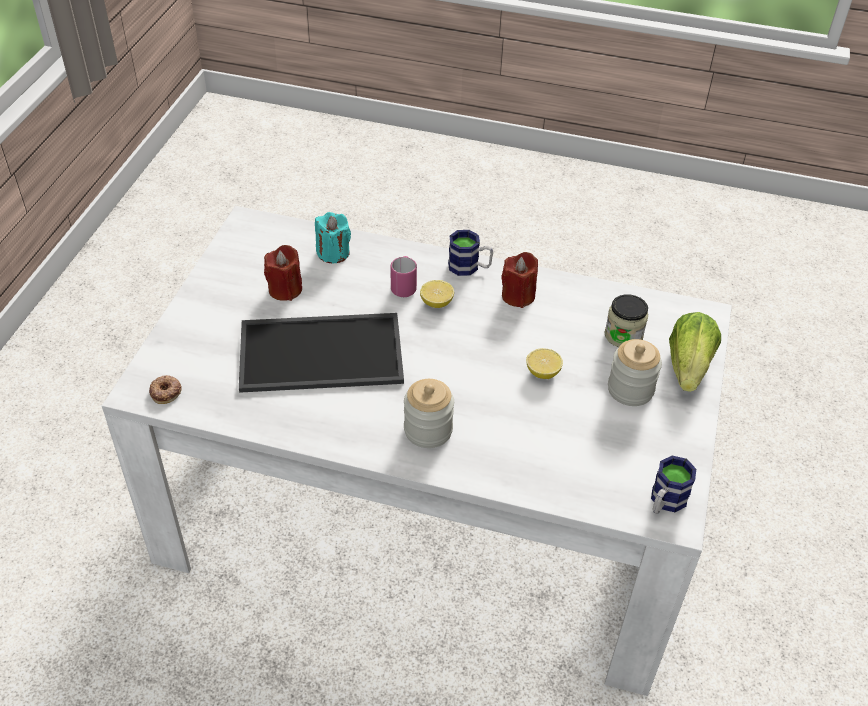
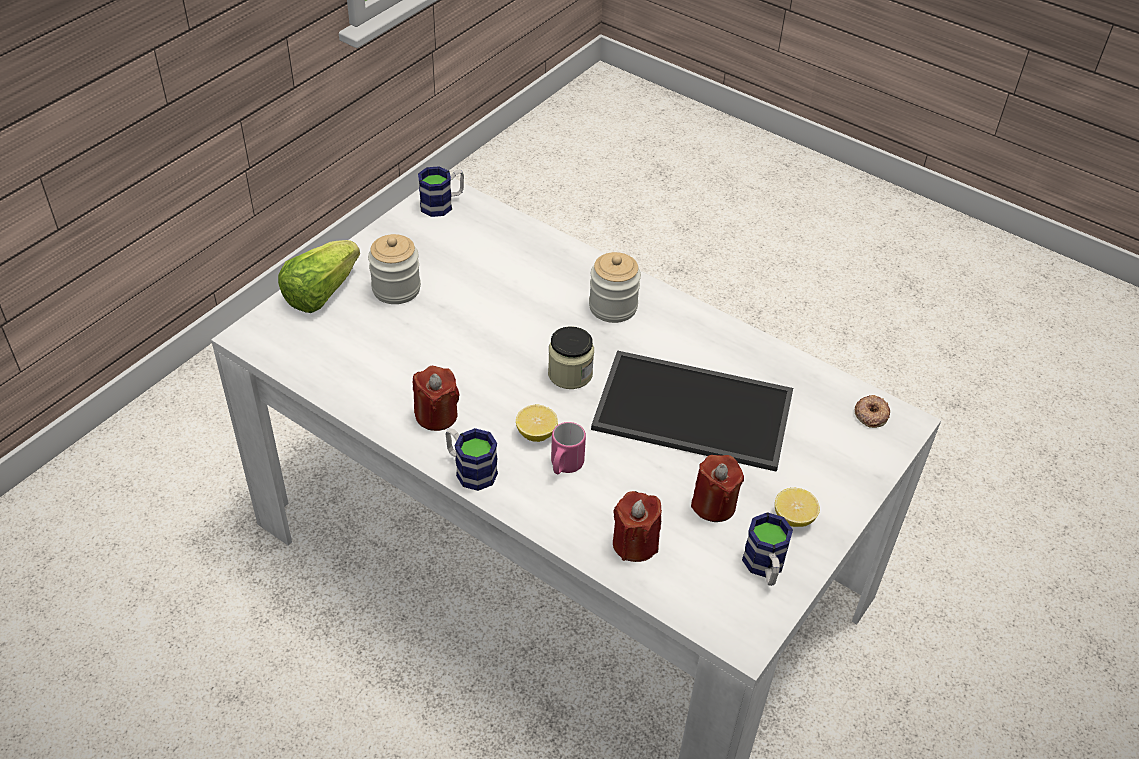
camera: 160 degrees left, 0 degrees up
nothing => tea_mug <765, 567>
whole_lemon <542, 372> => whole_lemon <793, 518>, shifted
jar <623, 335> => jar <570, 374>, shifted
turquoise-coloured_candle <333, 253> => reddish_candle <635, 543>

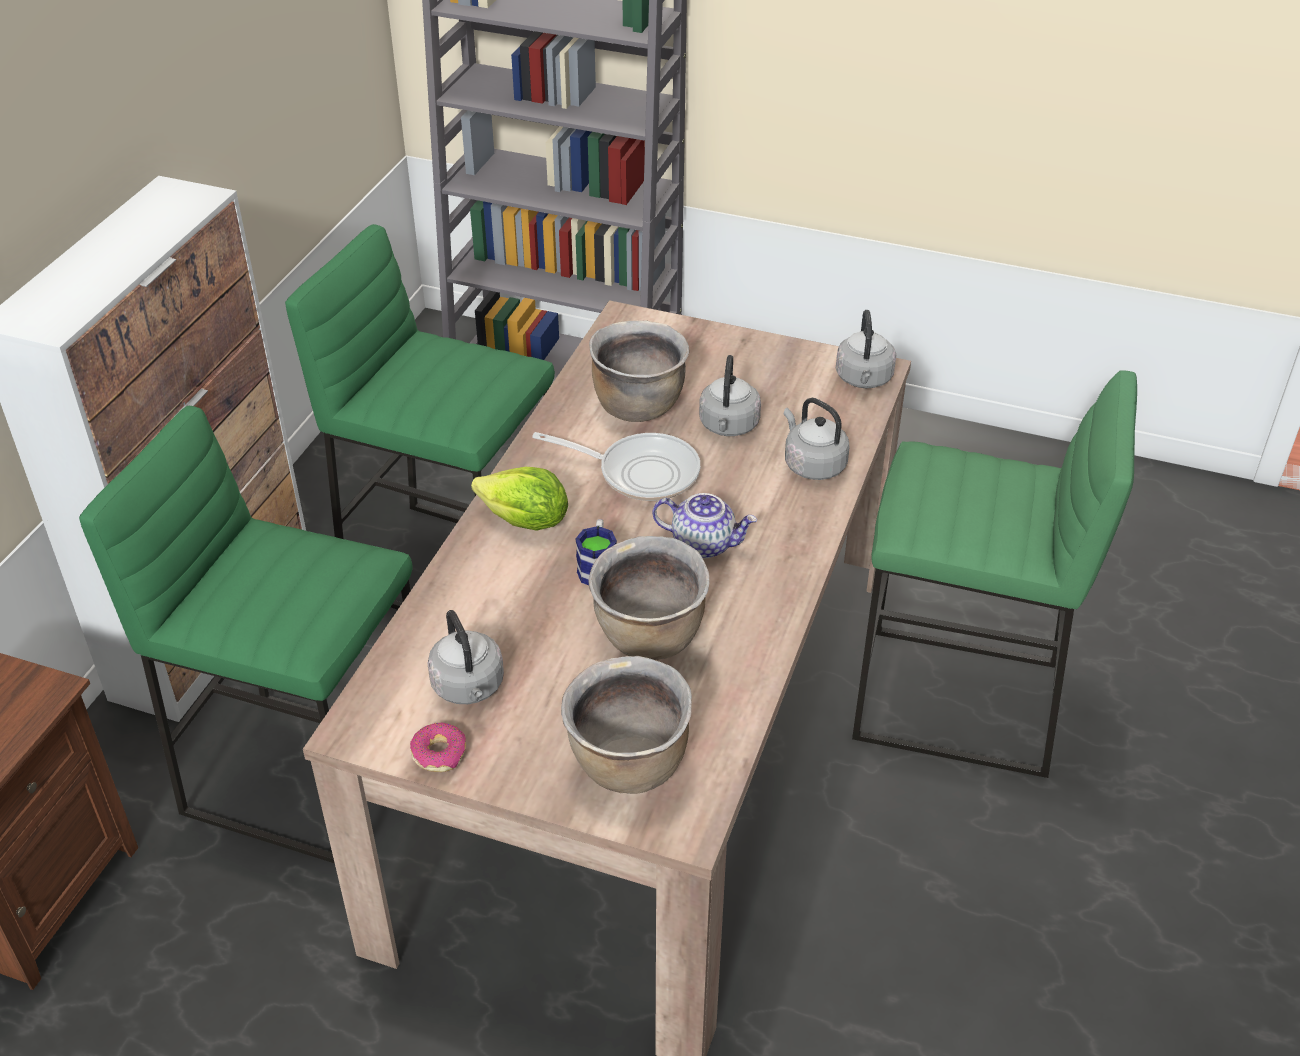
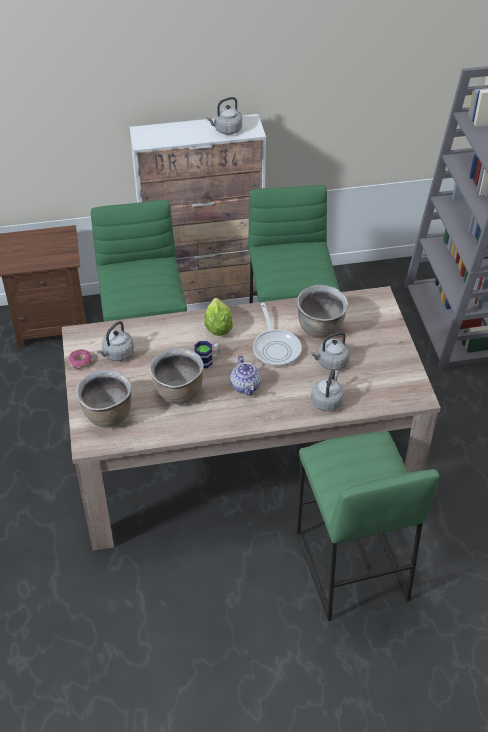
camera: 60 degrees right, 5 degrees up
grey_water_kettle <864, 379> => grey_water_kettle <226, 130>, shifted

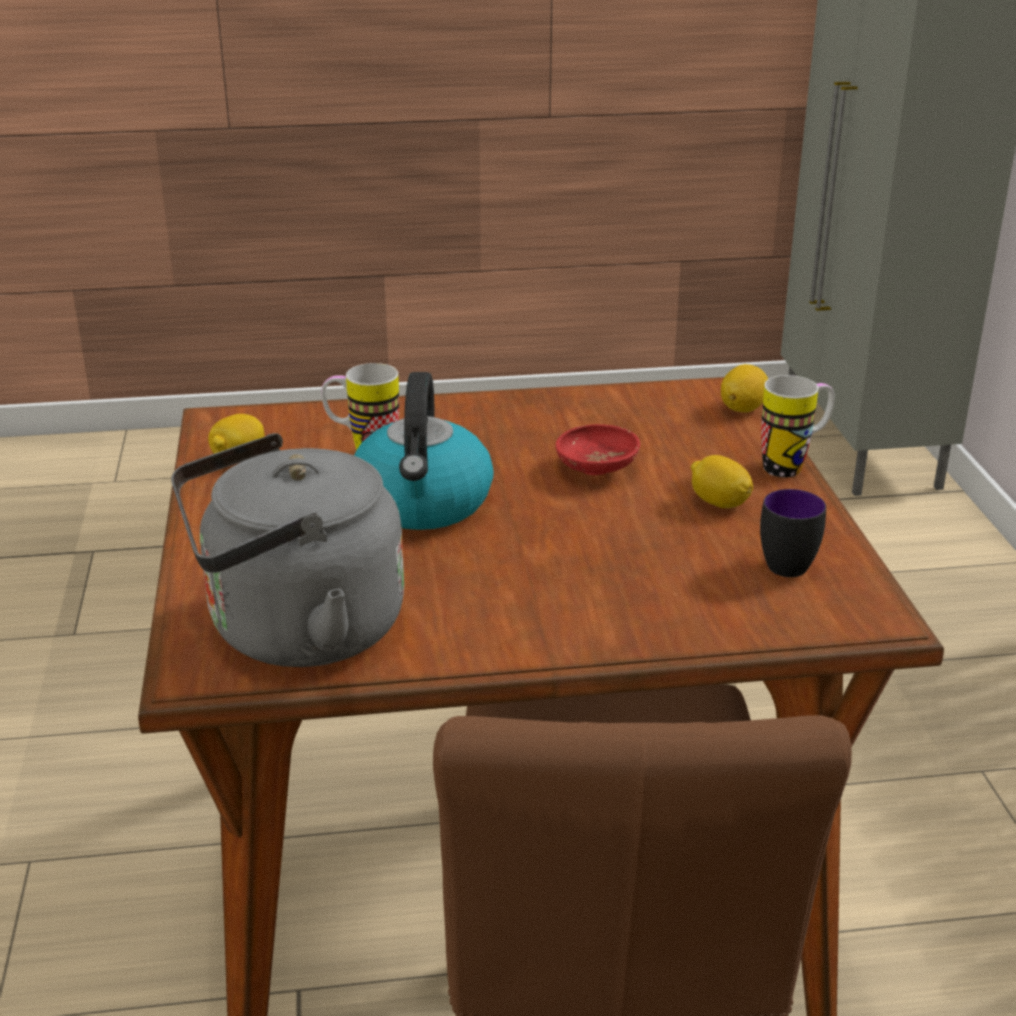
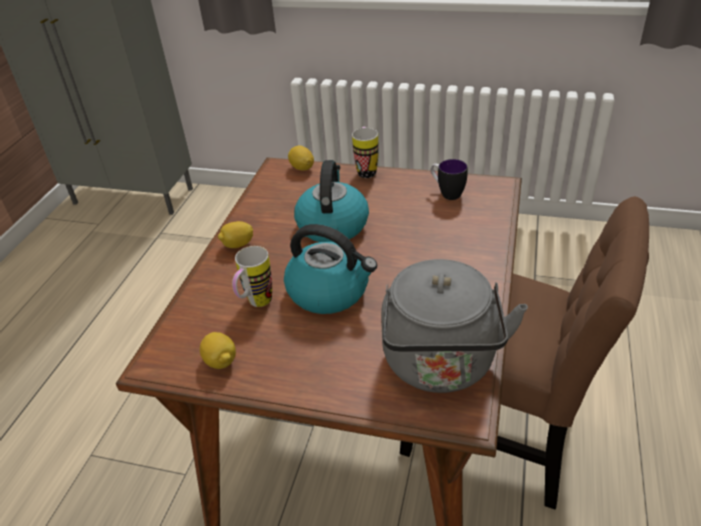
camera: 65 degrees left, 10 degrees up
whole_lemon <719, 503> => whole_lemon <238, 245>, shifted
reddish_serving_bowl <597, 470> => water_kettle <332, 225>

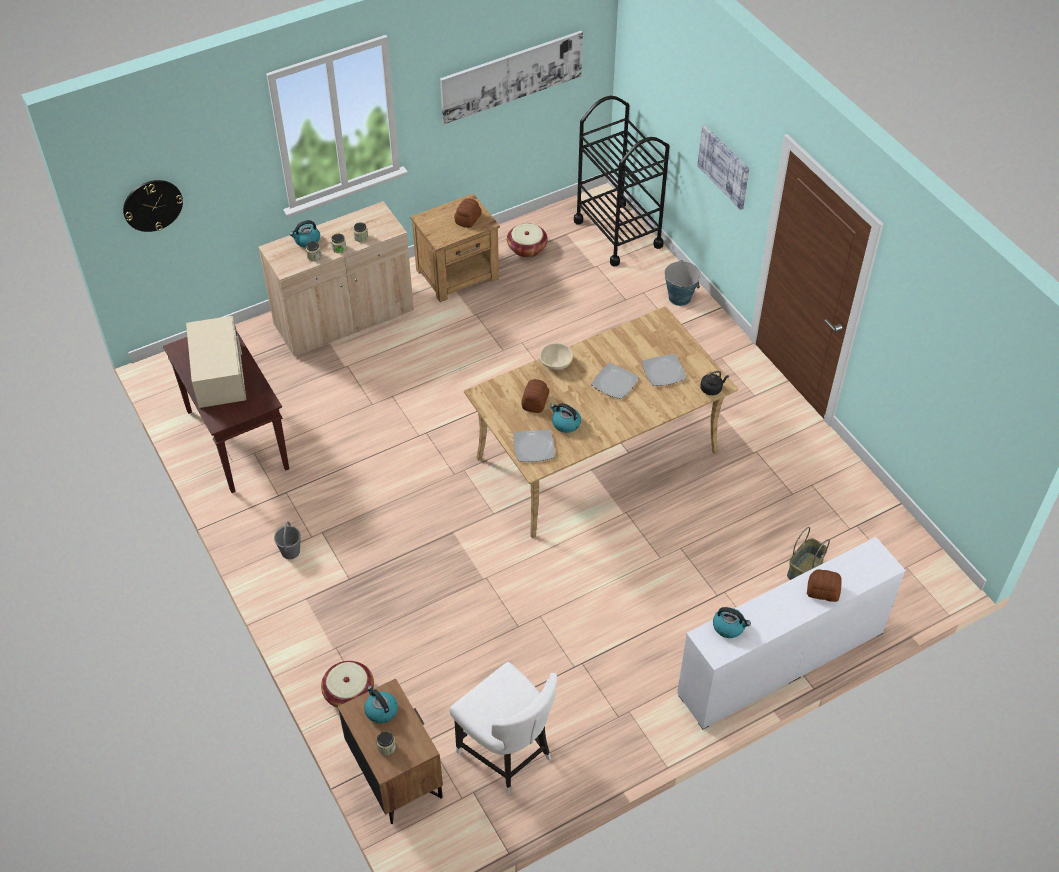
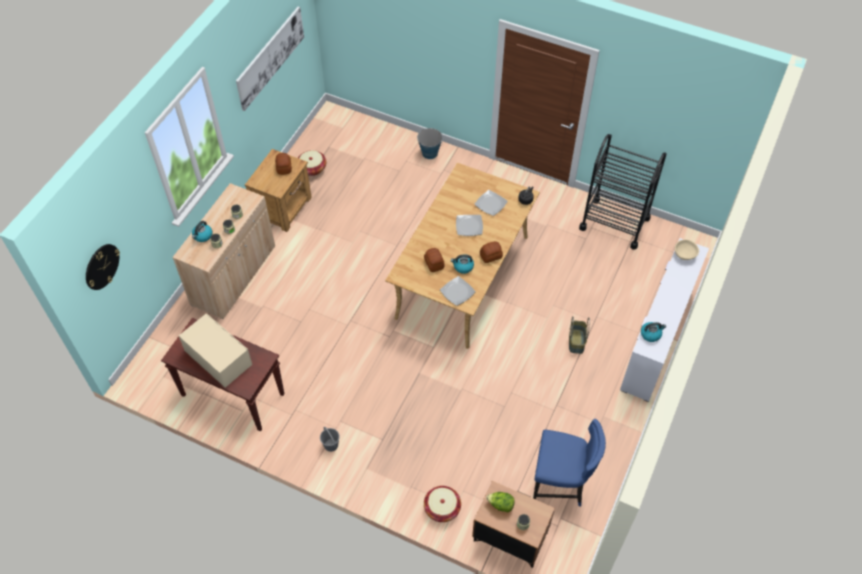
camera: 35 degrees left, 5 degrees up
wall_picture <724, 166> => nothing
sand-coloured_serving_bowl <555, 363> => sand-coloured_serving_bowl <684, 254>, shifted
black_cart <618, 233> => black_cart <614, 223>, shifted
household_basket <805, 569> => household_basket <577, 342>, shifted
baked_bread <822, 590> => baked_bread <490, 255>, shifted
water_kettle <381, 710> => head_of_lettuce <500, 505>
white_upright_chair <507, 754> => bluish_upright_chair <560, 484>

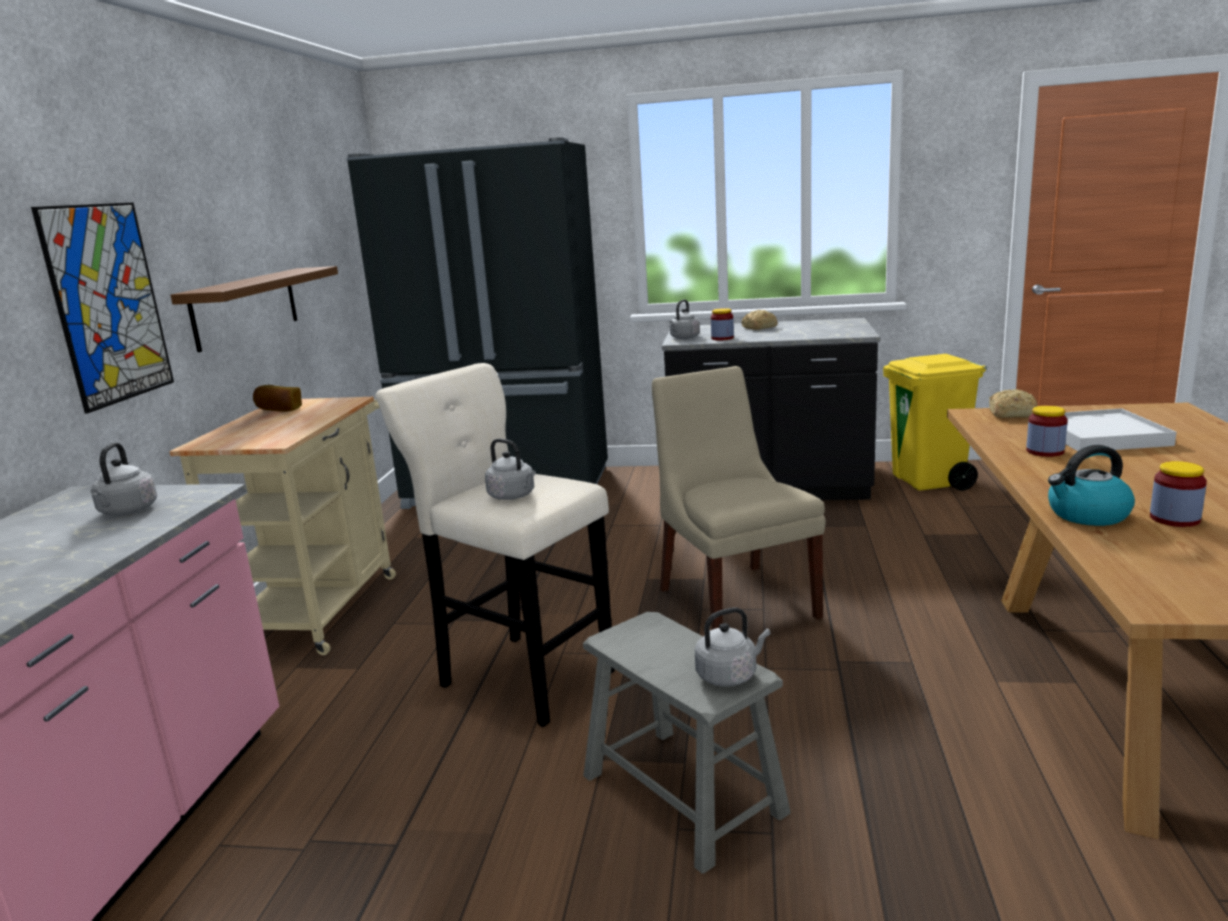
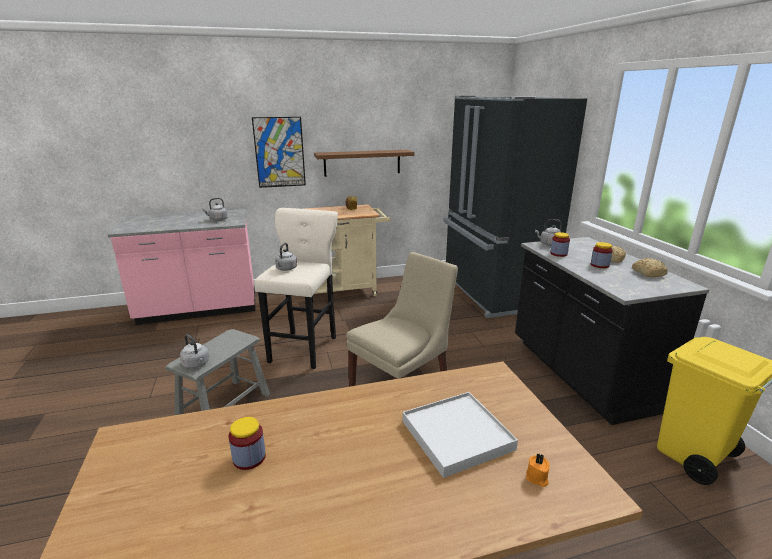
camera: 65 degrees right, 5 degrees up
water_kettle <1087, 515> => nothing
nothing => orange-coloured_candle <537, 478>
baked_bread <1010, 414> => baked_bread <648, 273>, shifted
jar <1045, 451> => jar <599, 265>, shifted

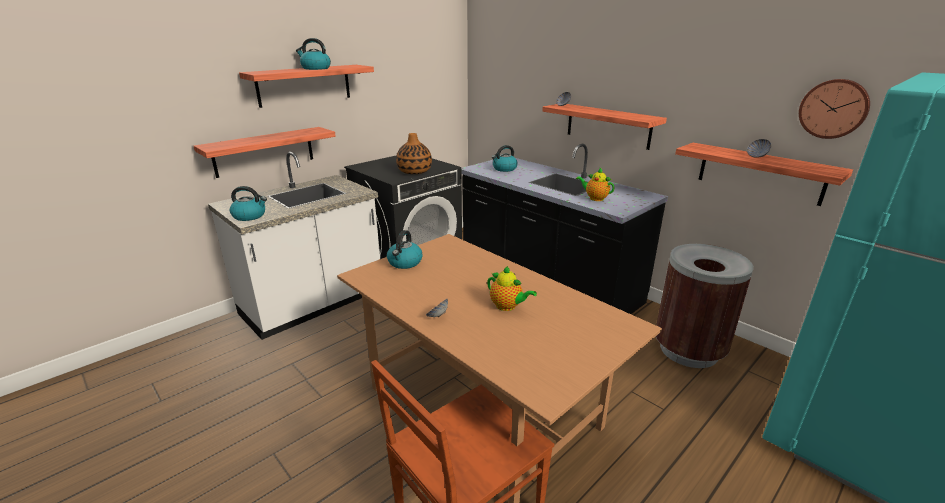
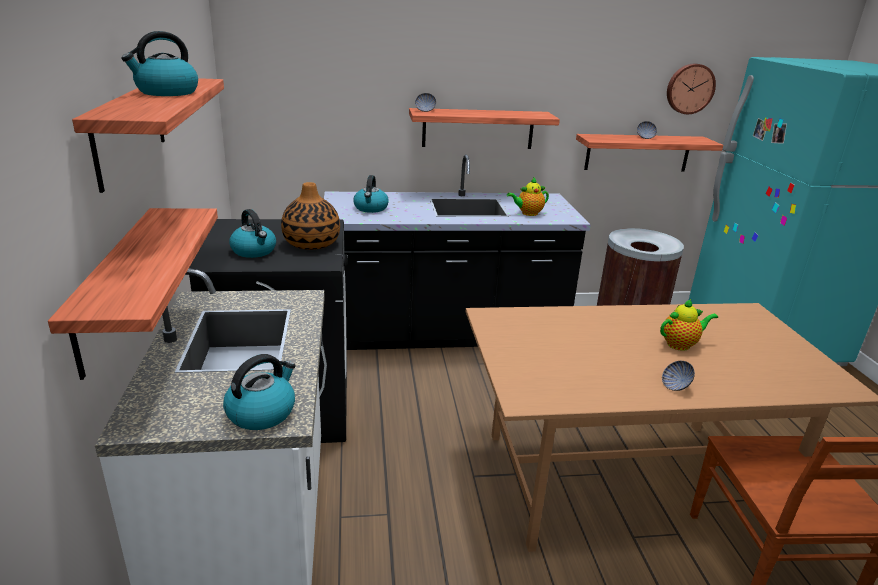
camera: 55 degrees left, 0 degrees up
water_kettle <405, 262> => water_kettle <254, 251>, shifted

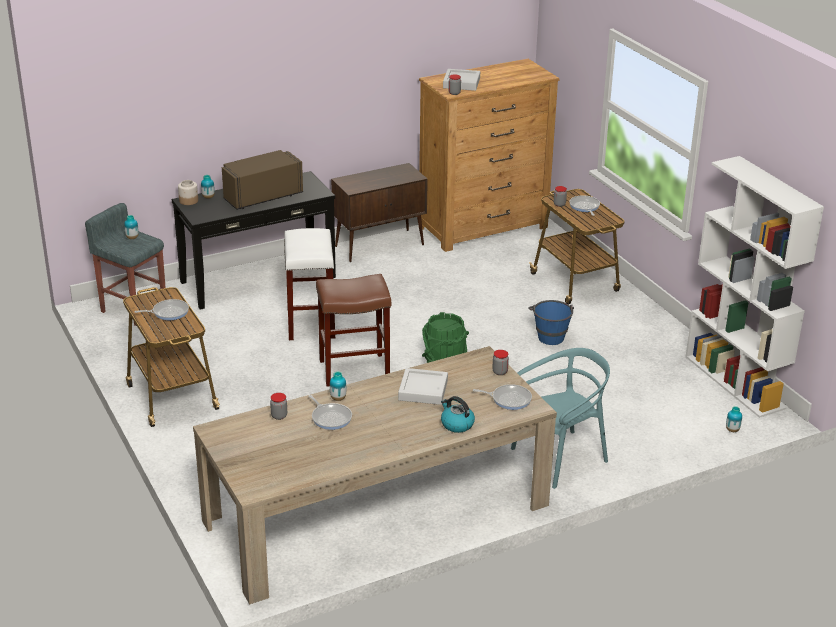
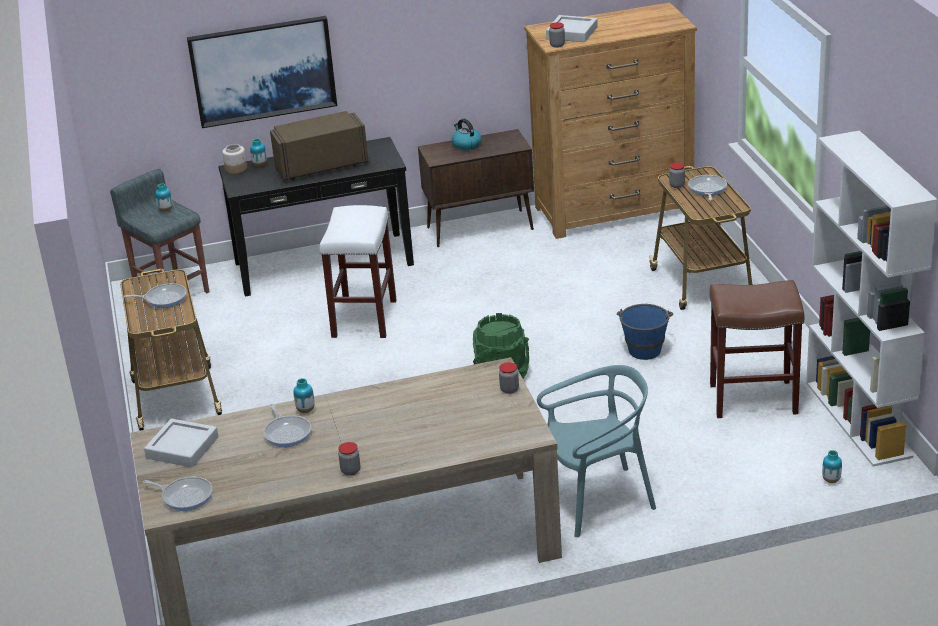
camera: 15 degrees right, 0 degrees up
nothing => wall_picture <262, 70>
jar <279, 416> => jar <350, 471>, shifted
brown_stool <353, 370> => brown_stool <752, 399>, shifted
grey_serving_tray <423, 390> => grey_serving_tray <182, 448>, shifted
water_kettle <456, 424> => water_kettle <466, 145>, shifted
skillet <509, 399> => skillet <185, 496>, shifted

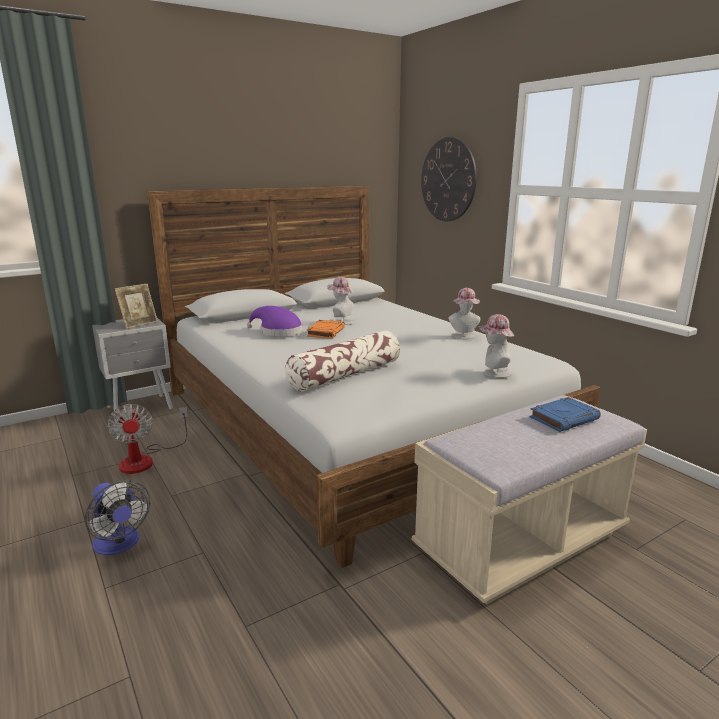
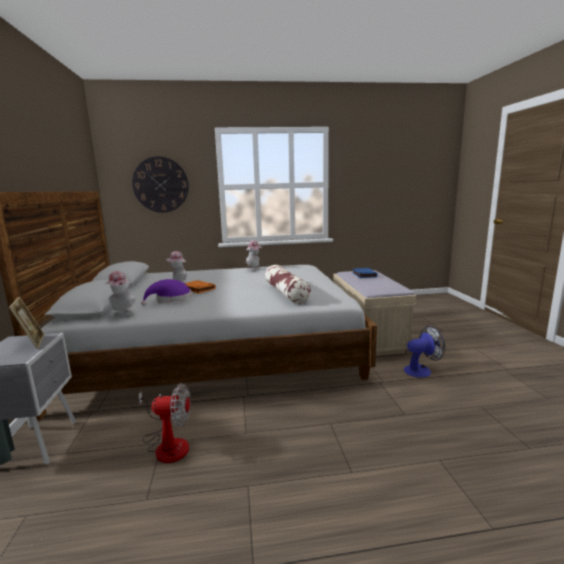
camera: 65 degrees left, 5 degrees down
fan <119, 544> => fan <421, 370>, shifted
hat <493, 373> => hat <122, 314>, shifted

